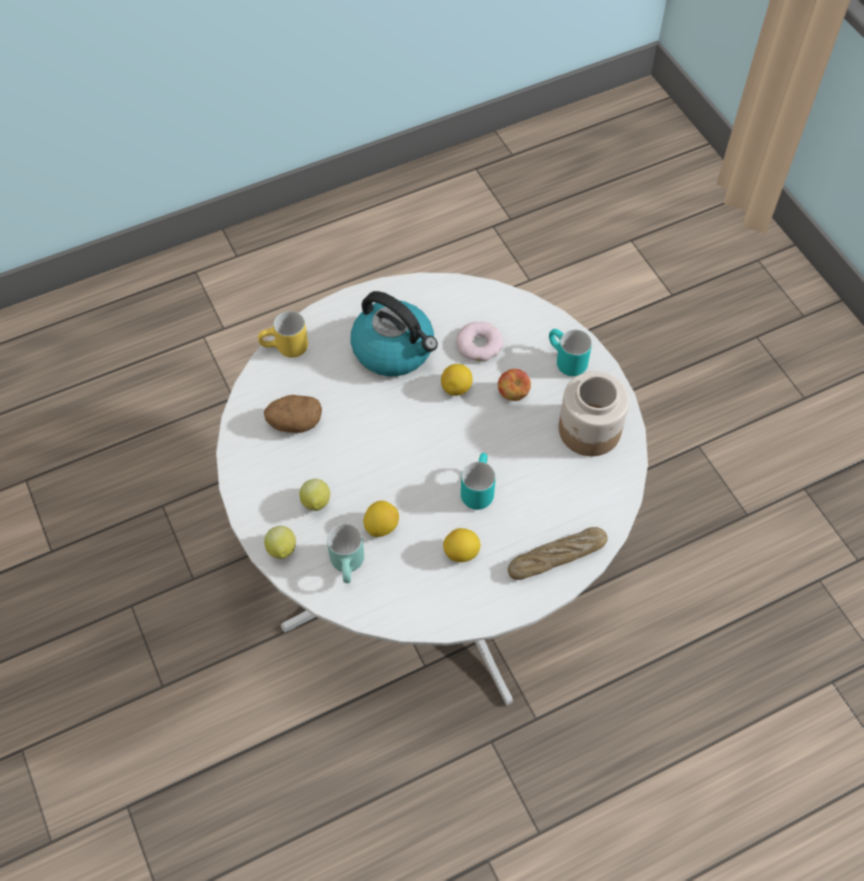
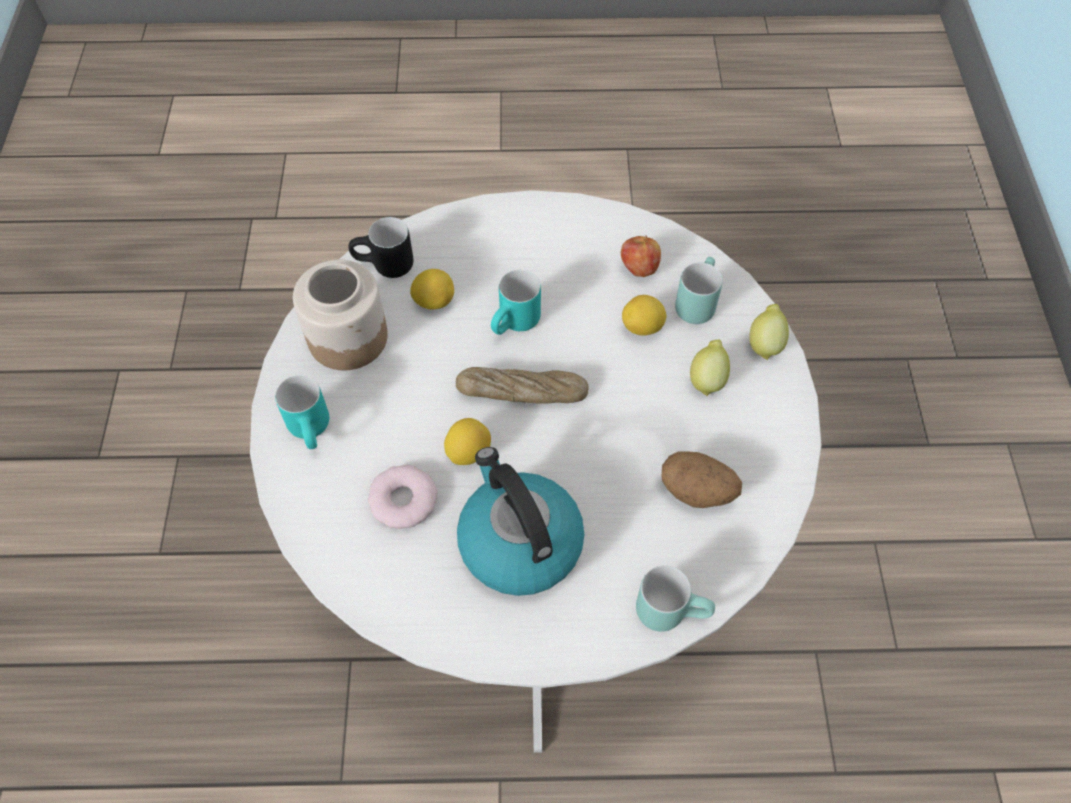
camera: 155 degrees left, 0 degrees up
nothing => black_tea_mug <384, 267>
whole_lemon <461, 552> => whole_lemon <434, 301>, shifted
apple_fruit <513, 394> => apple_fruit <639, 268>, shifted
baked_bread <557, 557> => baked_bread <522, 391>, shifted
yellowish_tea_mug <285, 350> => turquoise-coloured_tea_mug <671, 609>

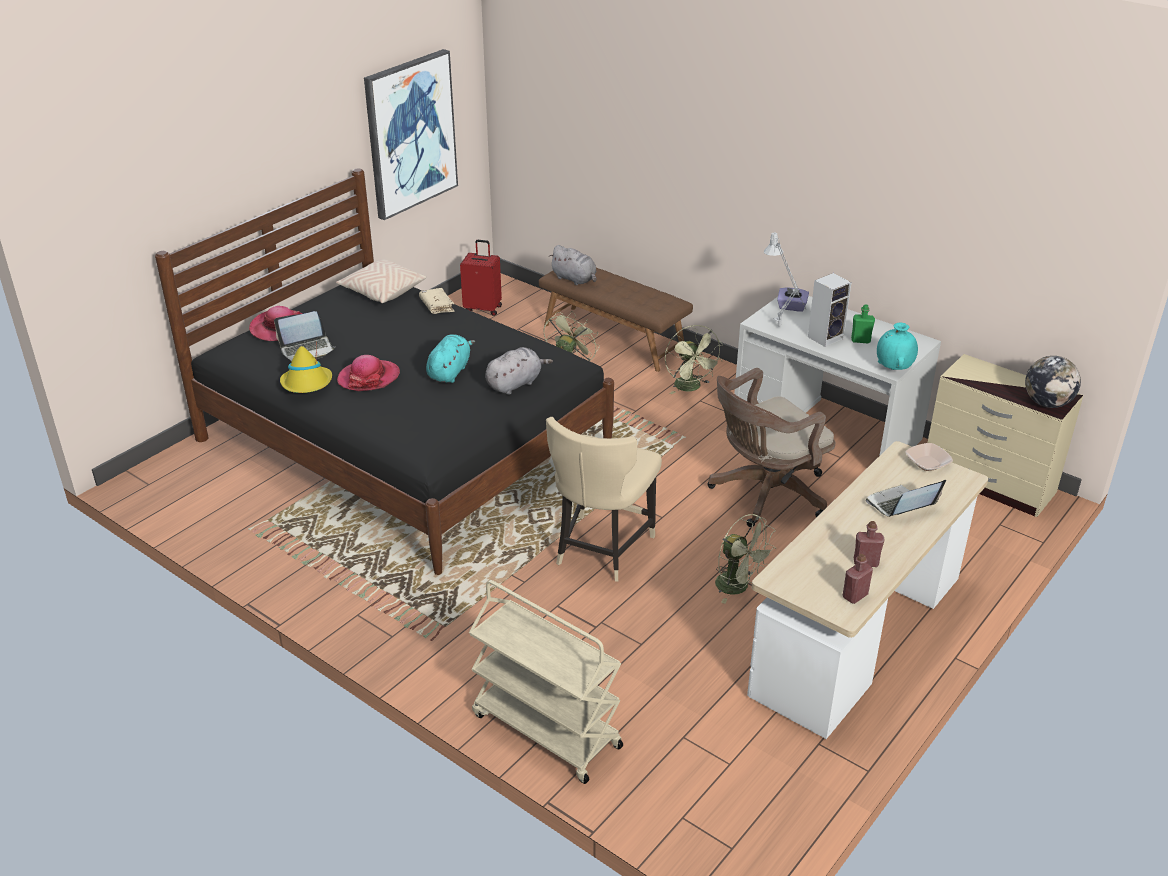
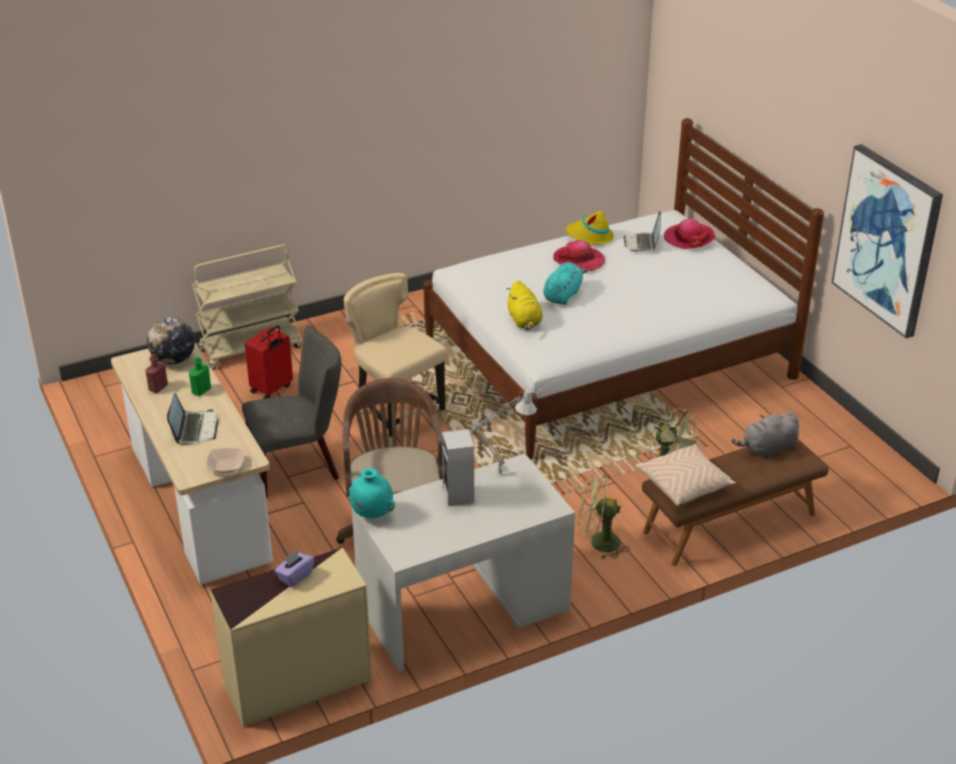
camera: 115 degrees right, 0 degrees up
sand-coloured_volume <437, 306> => nothing
reddish_beverage_bottle <855, 596> => nothing
sand-coloured_pillow <382, 291> => sand-coloured_pillow <684, 485>, shifted
reddish_piece_of_luggage <483, 308> => reddish_piece_of_luggage <272, 389>, shifted
purplish_tissue_box <791, 307> => purplish_tissue_box <295, 576>, shifted
green-coloured_beverage_bottle <860, 340> => green-coloured_beverage_bottle <201, 391>, shifted
world_globe <1047, 403> => world_globe <174, 360>, shifted
green-coloured_fan <738, 587> => grey_upright_chair <299, 466>
black_sleeping_bed <403, 443> => white_sleeping_bed <607, 359>
grey_plush_toy <515, 384> => yellowish_plush_toy <524, 321>
turquoise-coloured_plush_toy <449, 372> => turquoise-coloured_plush_toy <563, 295>, 105 degrees counterclockwise

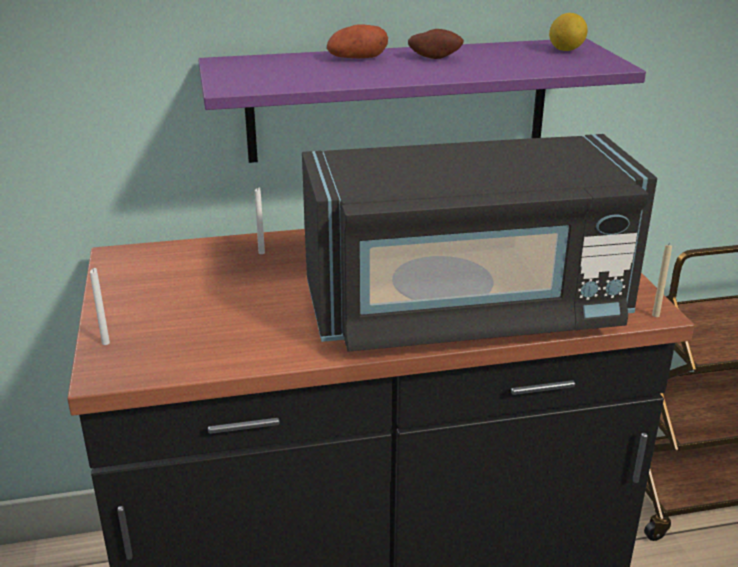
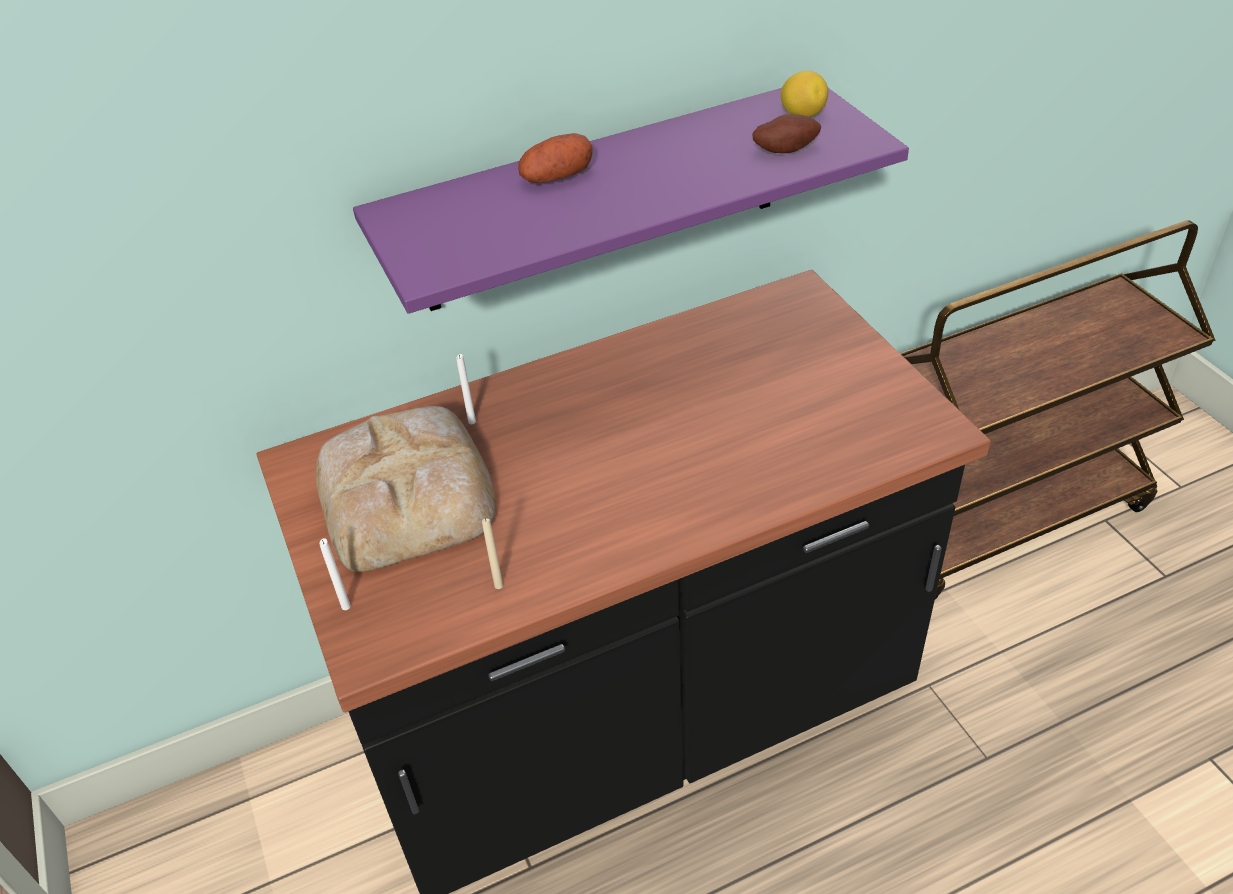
camera: 10 degrees left, 15 degrees up
black_microwave <466, 311> => nothing
nothing => baked_bread <407, 494>
whole_potato <435, 57> => whole_potato <785, 149>, shifted
sand-coloured_candle <655, 315> => sand-coloured_candle <498, 585>, shifted

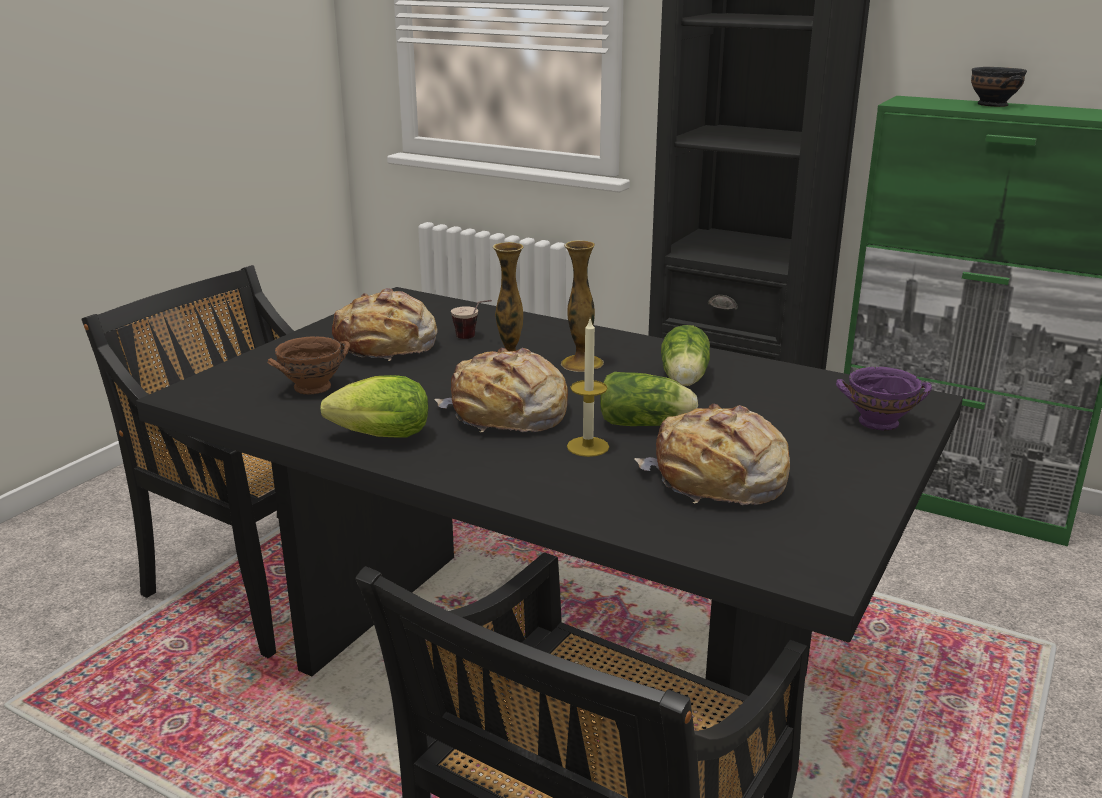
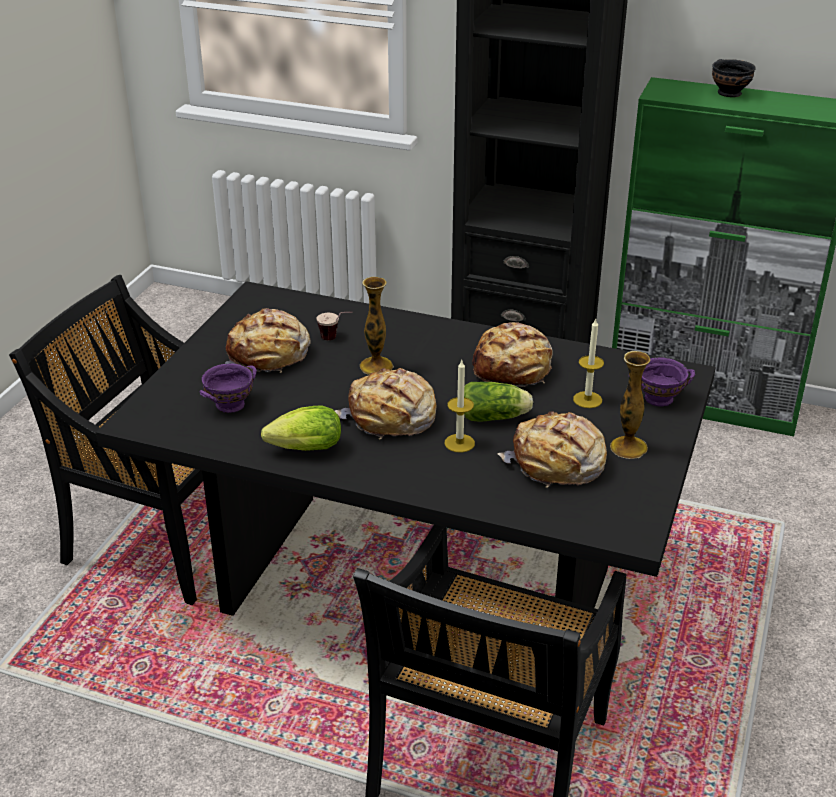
camera: 10 degrees left, 10 degrees up
nothing => candle <587, 399>
decorative_vase <582, 363> => decorative_vase <628, 447>, shifted
head_of_lettuce <684, 380> => baked_bread <512, 370>
brown_serving_bowl <314, 387> => purplish_serving_bowl <231, 404>

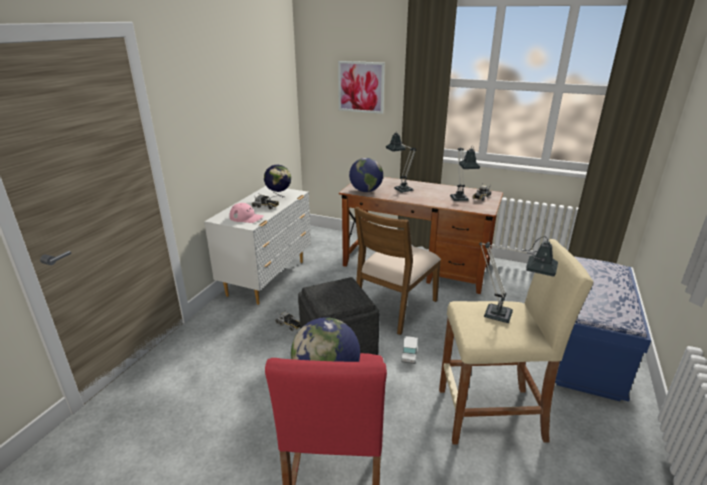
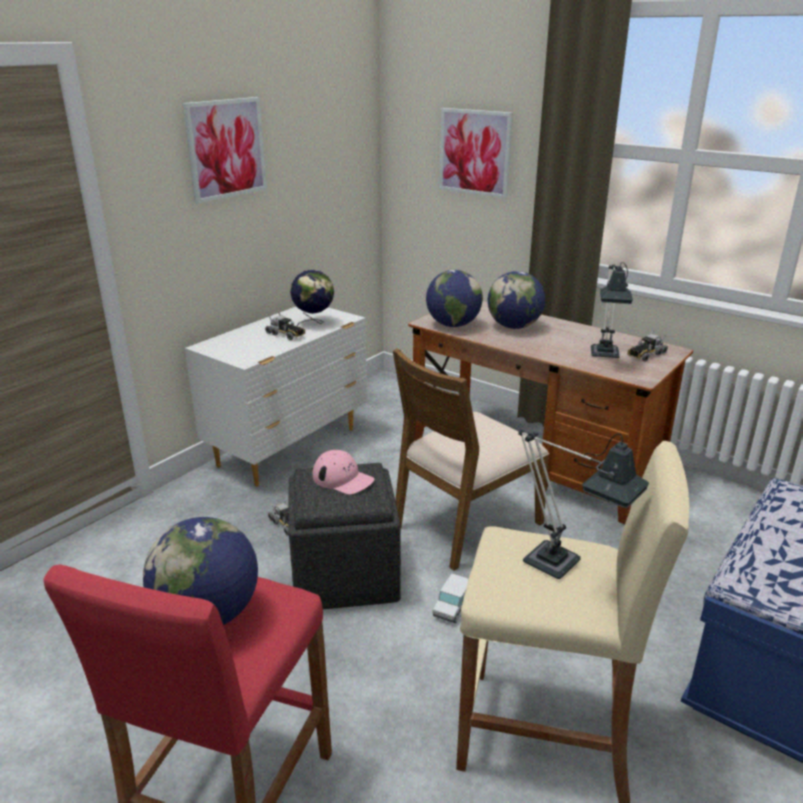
camera: 15 degrees right, 0 degrees up
nothing => wall_picture <226, 149>
pink_peaked_cap <246, 217> => pink_peaked_cap <343, 479>, shifted
lamp_for_a_table <401, 188> => world_globe <514, 327>

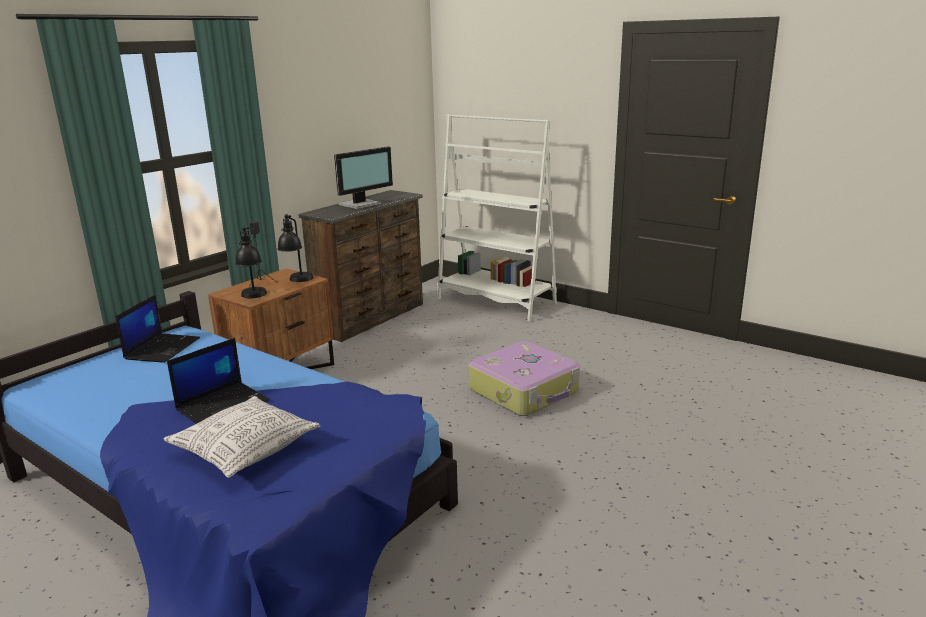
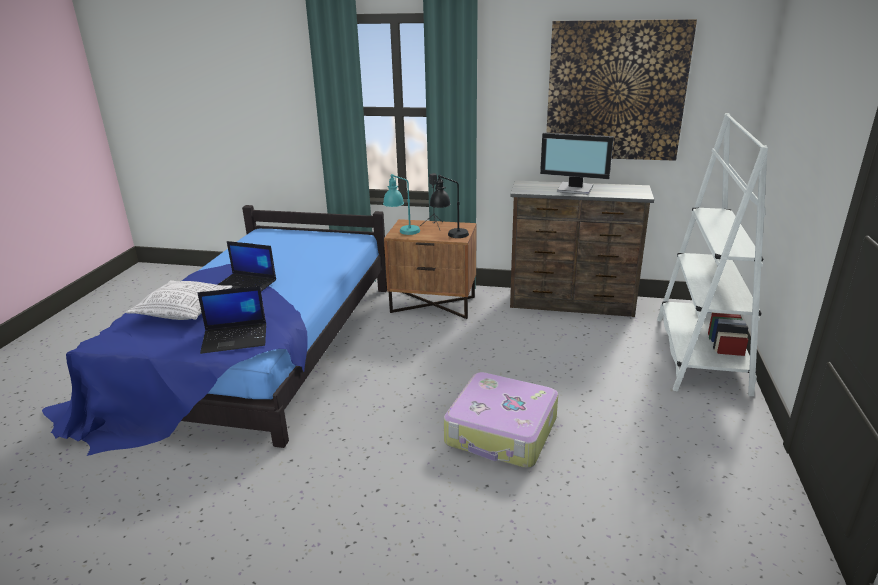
camera: 65 degrees right, 5 degrees up
nothing => wall_picture <615, 91>
notebook_computer <162, 348> => notebook_computer <236, 338>, shifted
black_lamp_for_a_table <254, 297> => turquoise-coloured_lamp_for_a_table <402, 233>

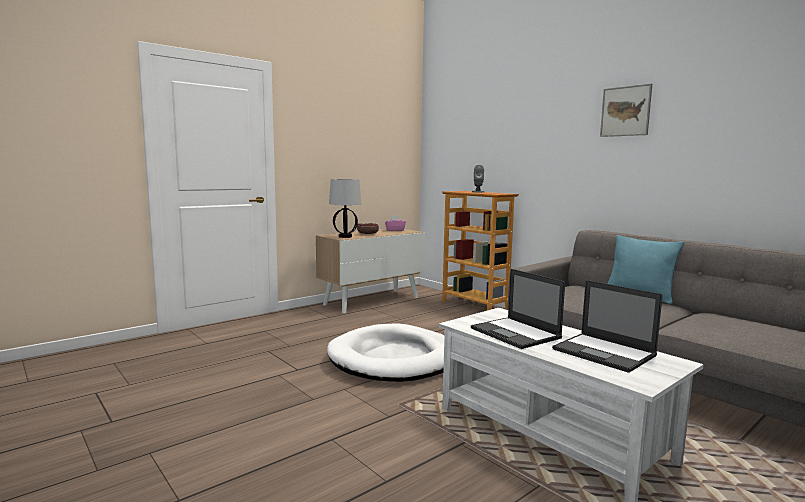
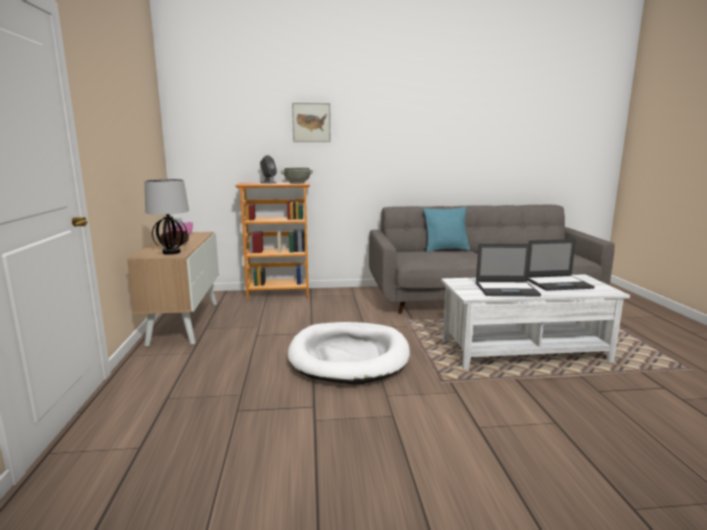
camera: 55 degrees left, 5 degrees up
nothing => grey_serving_bowl <297, 183>
wall_picture <625, 111> => wall_picture <311, 122>, shifted

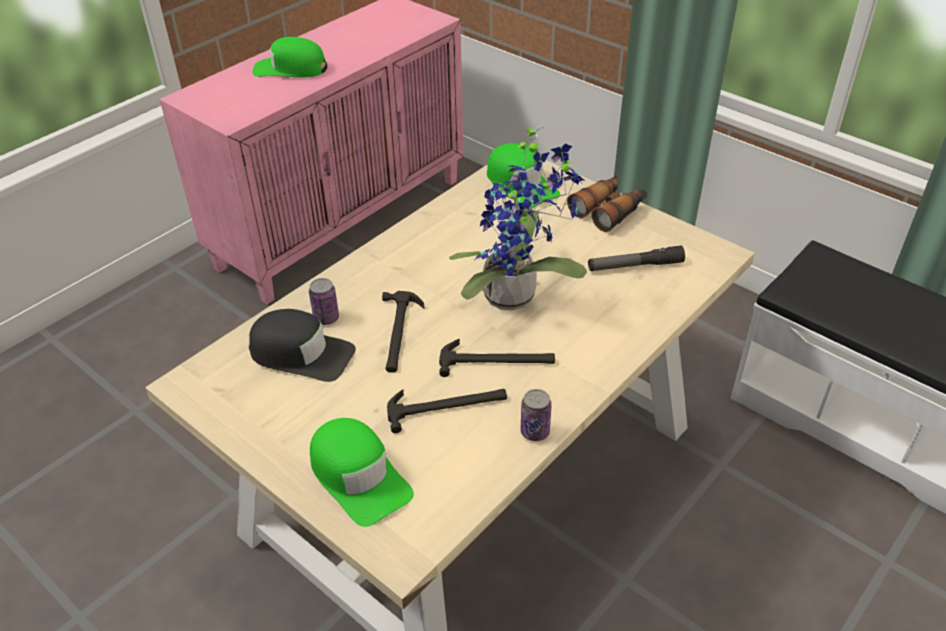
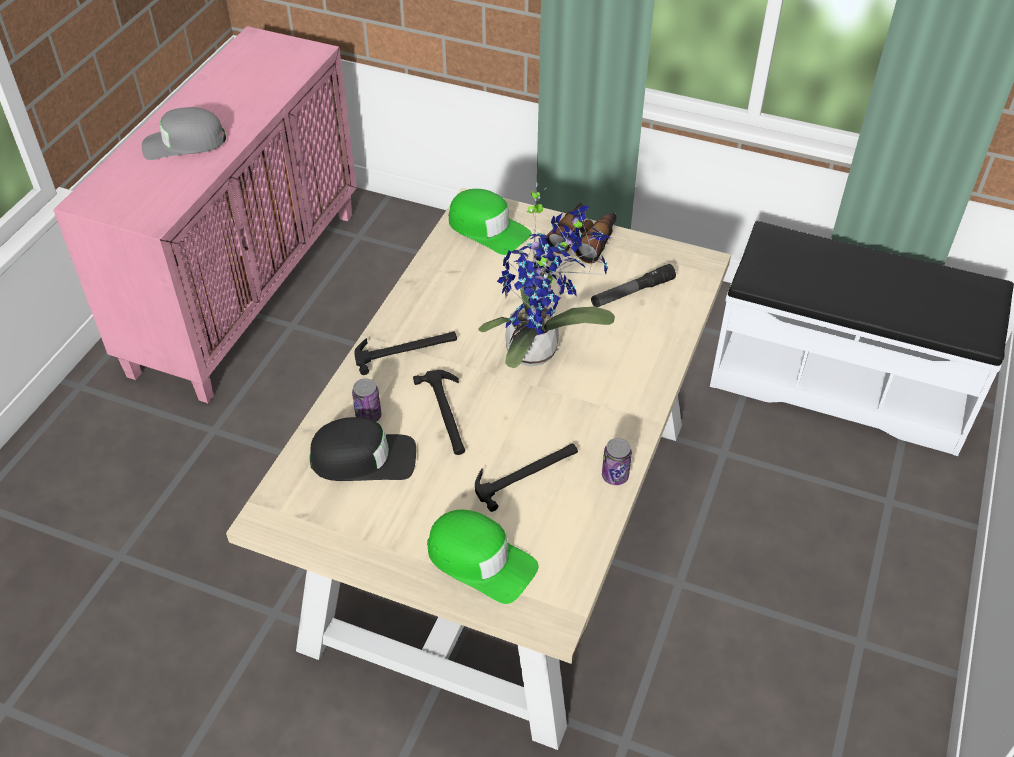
camera: 20 degrees left, 5 degrees up
hand_hammer <497, 361> => hand_hammer <406, 349>, shifted
green-coloured_peaked_cap <290, 69> => grey_peaked_cap <184, 143>

